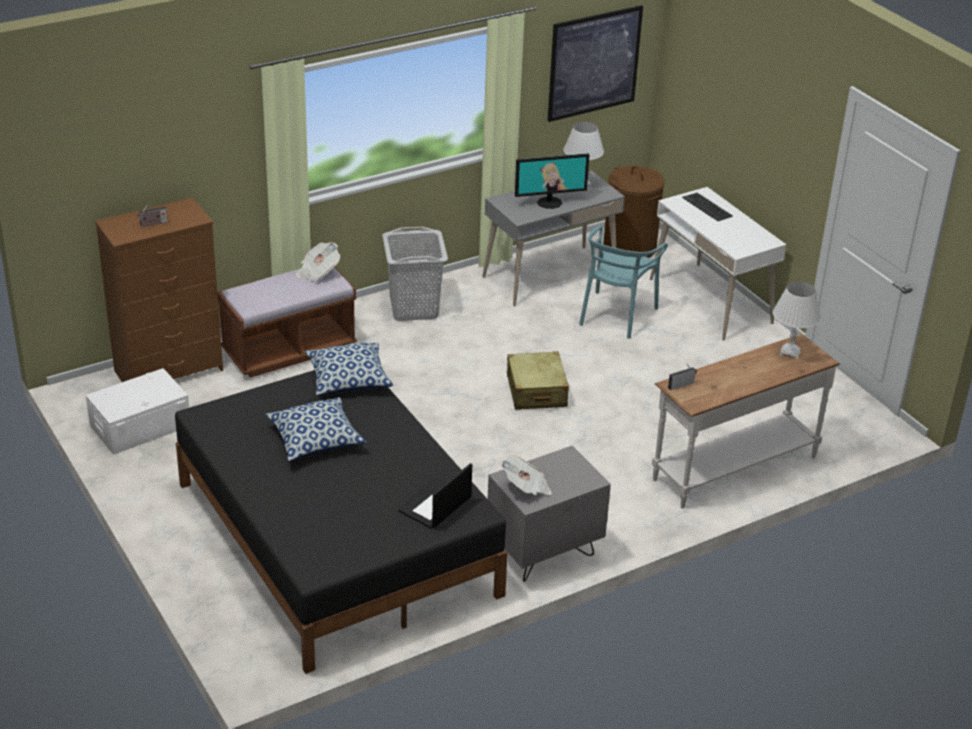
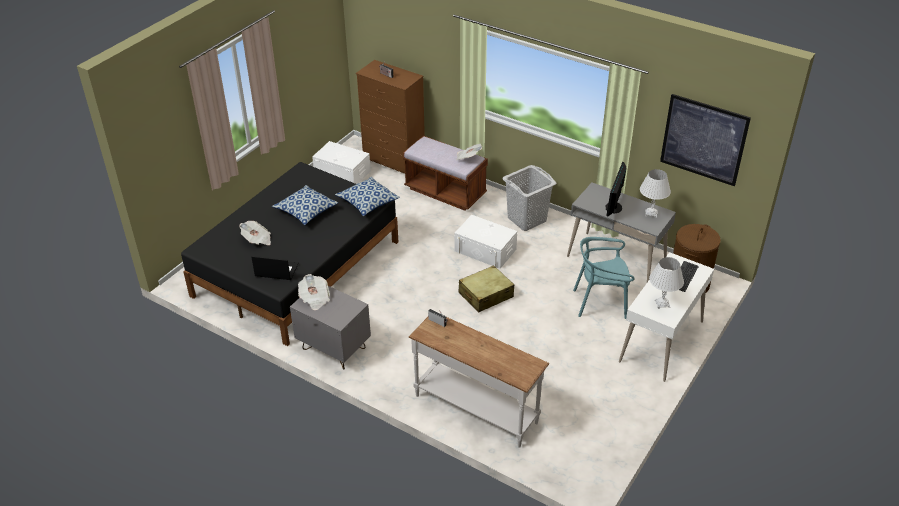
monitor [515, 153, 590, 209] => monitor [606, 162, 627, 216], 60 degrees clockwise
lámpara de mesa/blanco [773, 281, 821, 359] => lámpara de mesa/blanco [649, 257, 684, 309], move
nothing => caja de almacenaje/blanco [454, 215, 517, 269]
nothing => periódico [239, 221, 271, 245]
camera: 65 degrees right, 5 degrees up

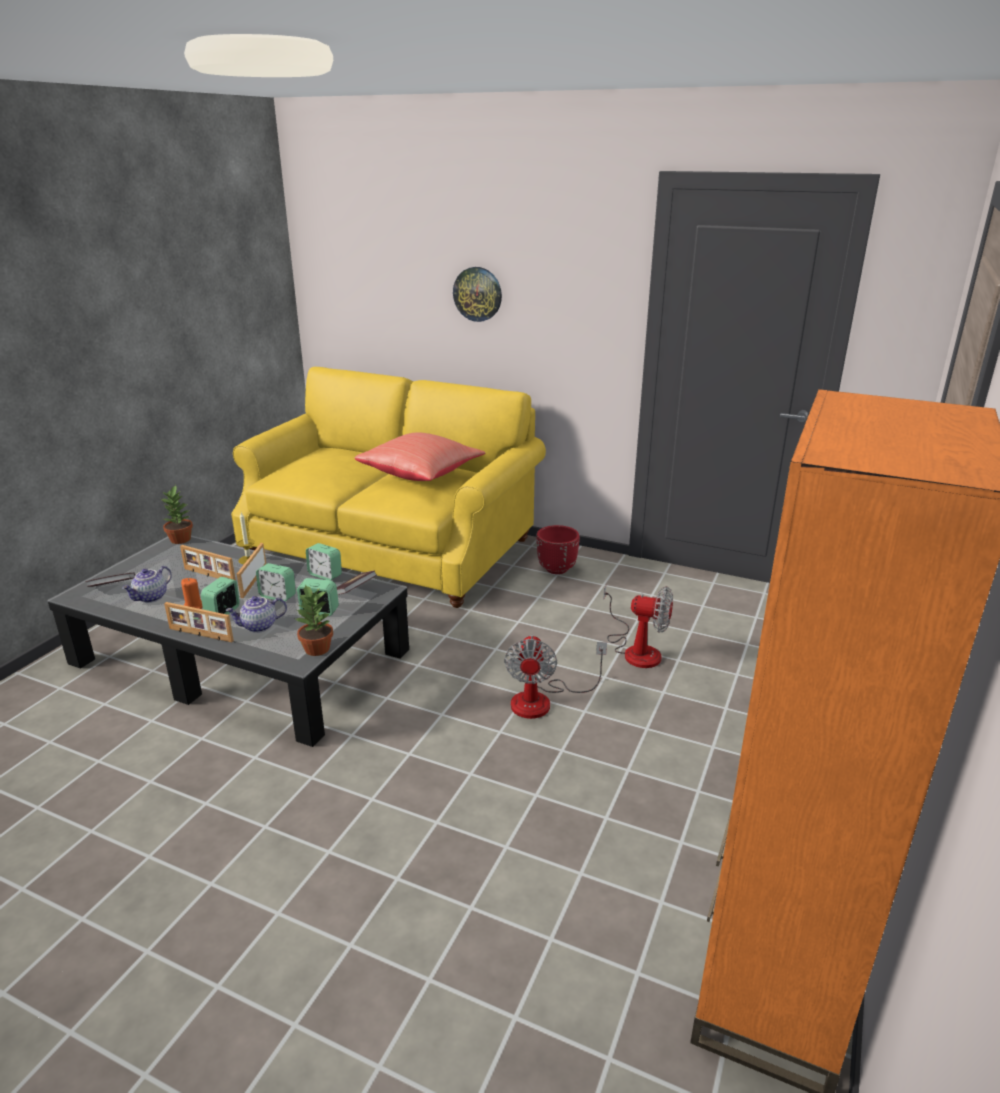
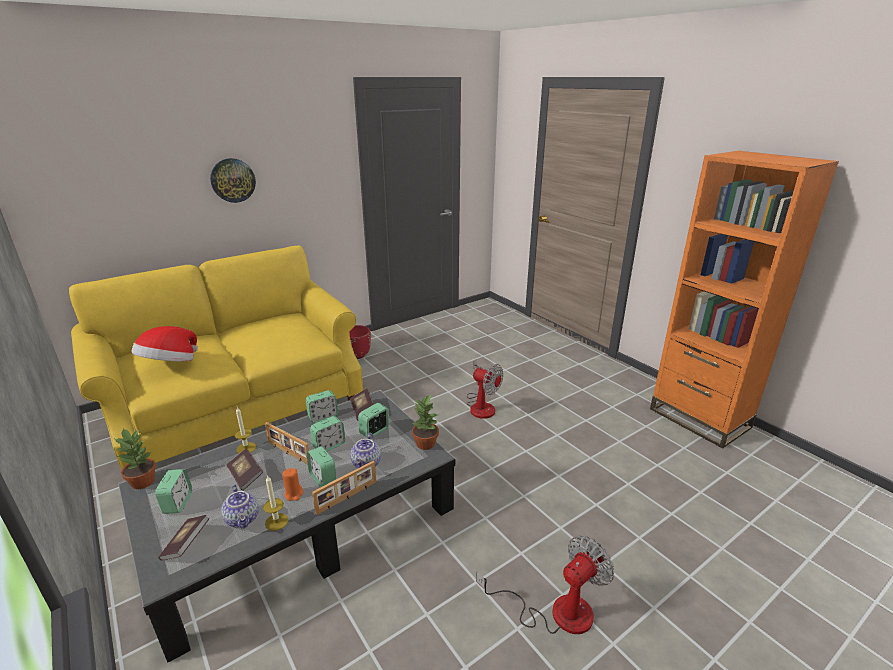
cojín/rojo [355, 432, 485, 481] => nothing
portarretratos [180, 545, 236, 580] => libro [226, 448, 263, 491]
ventilador [603, 585, 673, 668] => ventilador [476, 536, 614, 634], move
nothing => sombrero [132, 326, 198, 361]
nothing => despertador [155, 469, 192, 514]
nothing => vela [263, 475, 288, 531]
camera: 60 degrees left, 0 degrees up

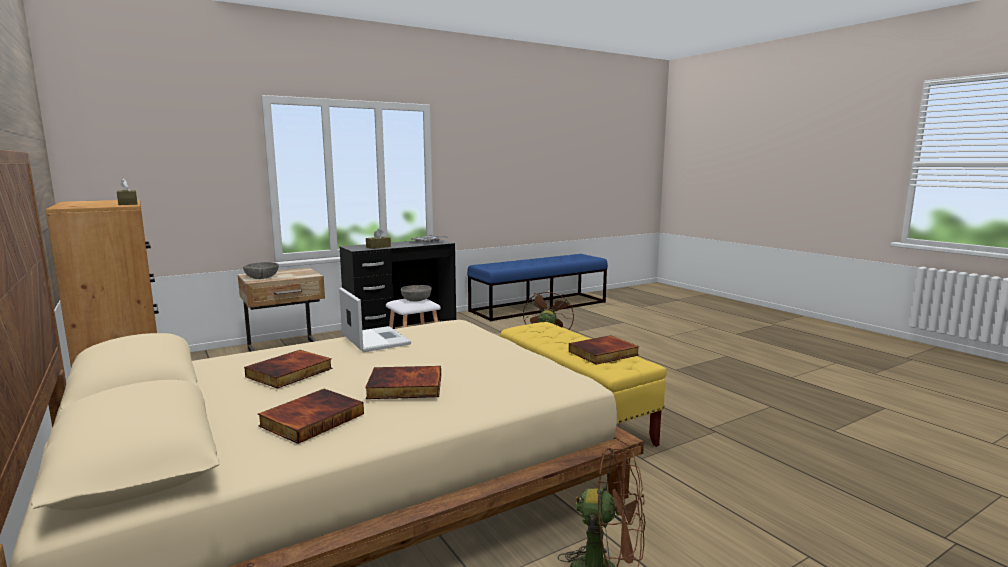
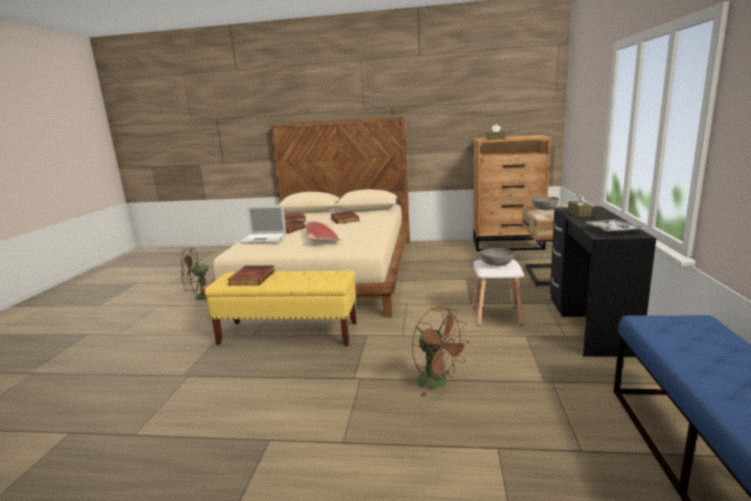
portátil [339, 288, 411, 352] => portátil [240, 206, 286, 243], move
nothing => cojín [304, 219, 342, 243]
camera: 130 degrees right, 5 degrees up

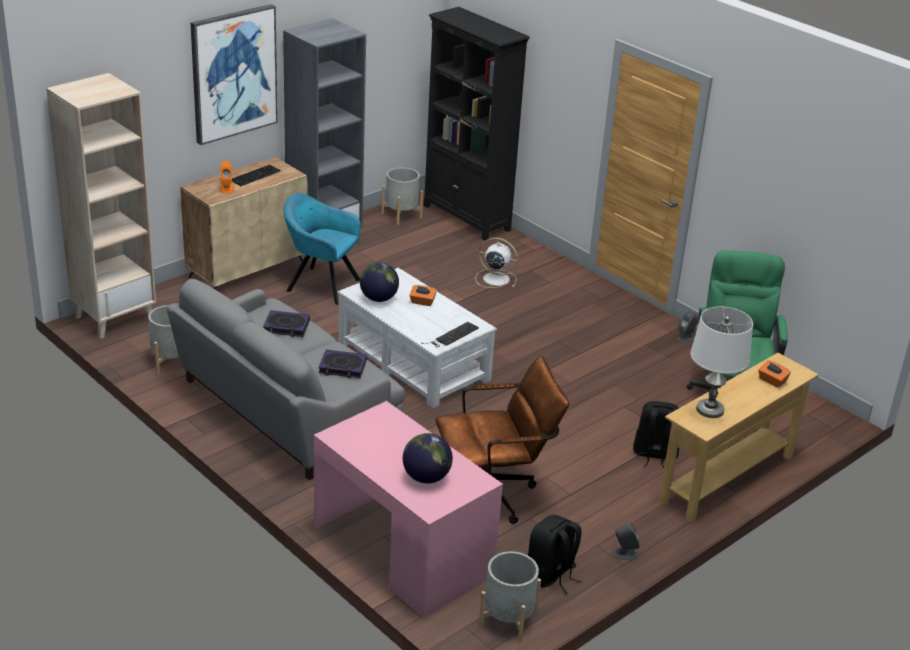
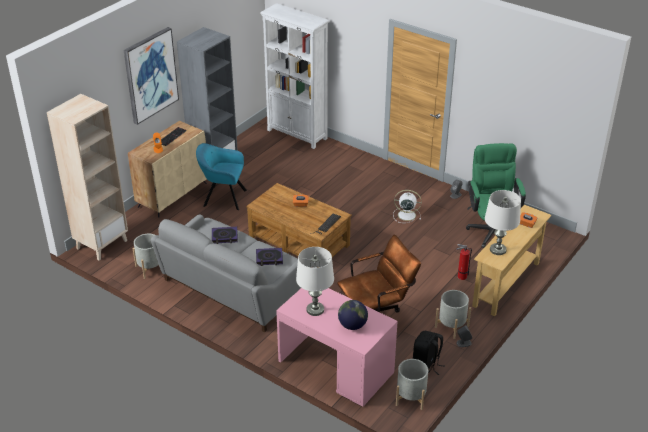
estantería/negro [424, 7, 530, 241] => estantería/blanco [260, 3, 329, 149]
maceta/gris [381, 168, 423, 225] => maceta/gris [435, 290, 471, 339], move
ventilador/blanco [475, 238, 518, 288] => ventilador/blanco [393, 190, 422, 223], move
globo terráqueo [360, 263, 399, 302] => nothing
mesa de centro/blanco [337, 268, 497, 409] => mesa de centro/marrón [246, 183, 352, 268]
mochila/negro [633, 401, 679, 468] => extintor [456, 244, 472, 280]
nothing => lámpara de mesa/blanco [296, 247, 334, 316]
camera: 10 degrees left, 5 degrees up

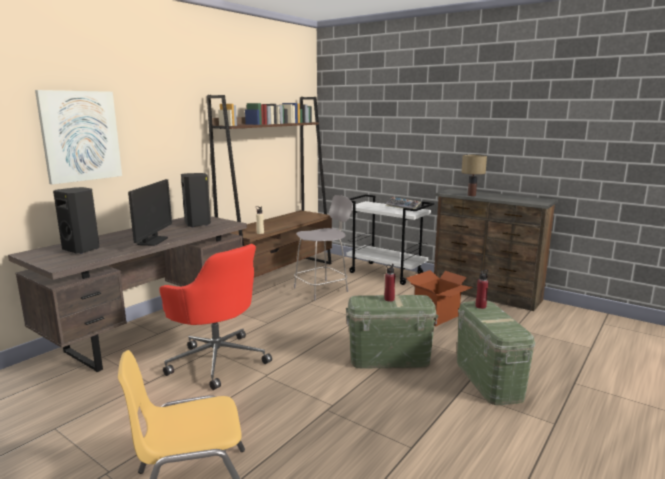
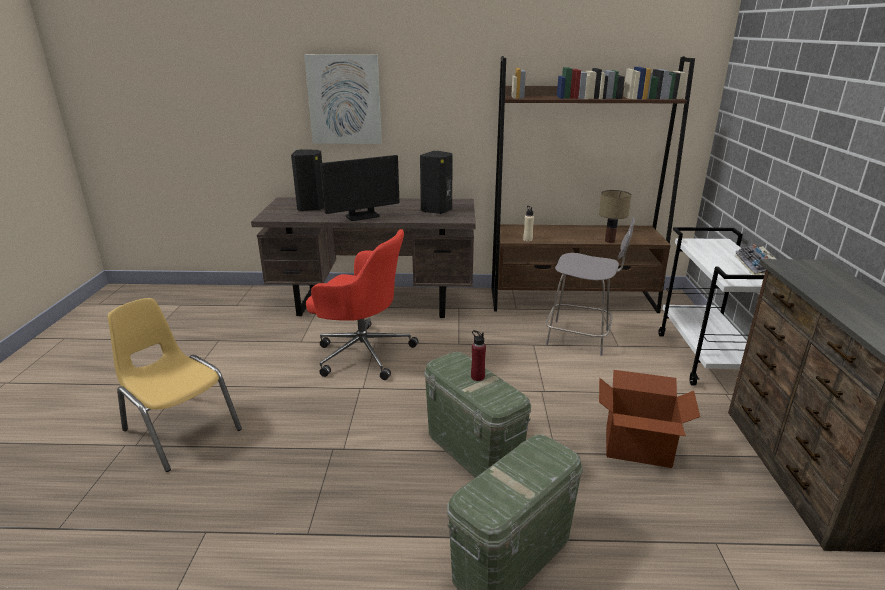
lámpara de mesa [462, 154, 487, 196] => lámpara de mesa [599, 190, 631, 243], move
silla de oficina/rojo [159, 244, 272, 390] => silla de oficina/rojo [306, 229, 419, 380], 75 degrees counterclockwise
botella/rojo [476, 269, 488, 309] => nothing
camera: 55 degrees right, 10 degrees up

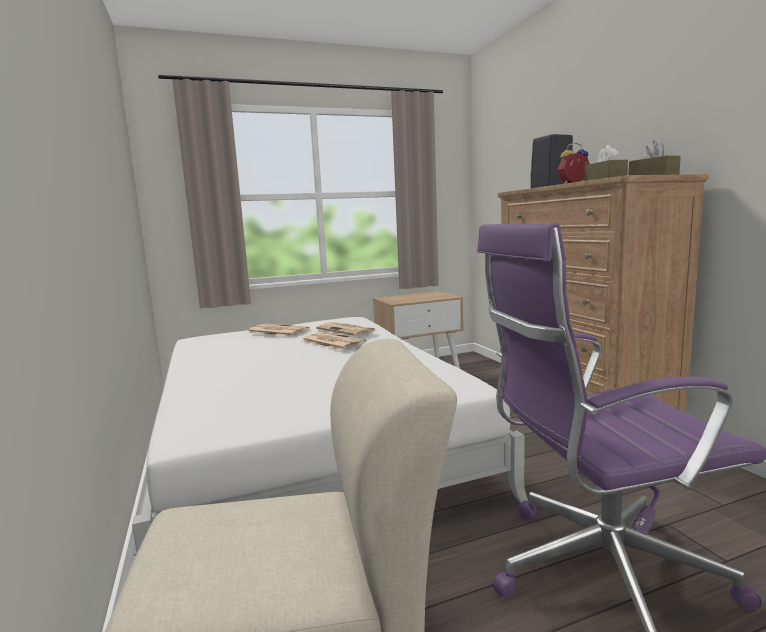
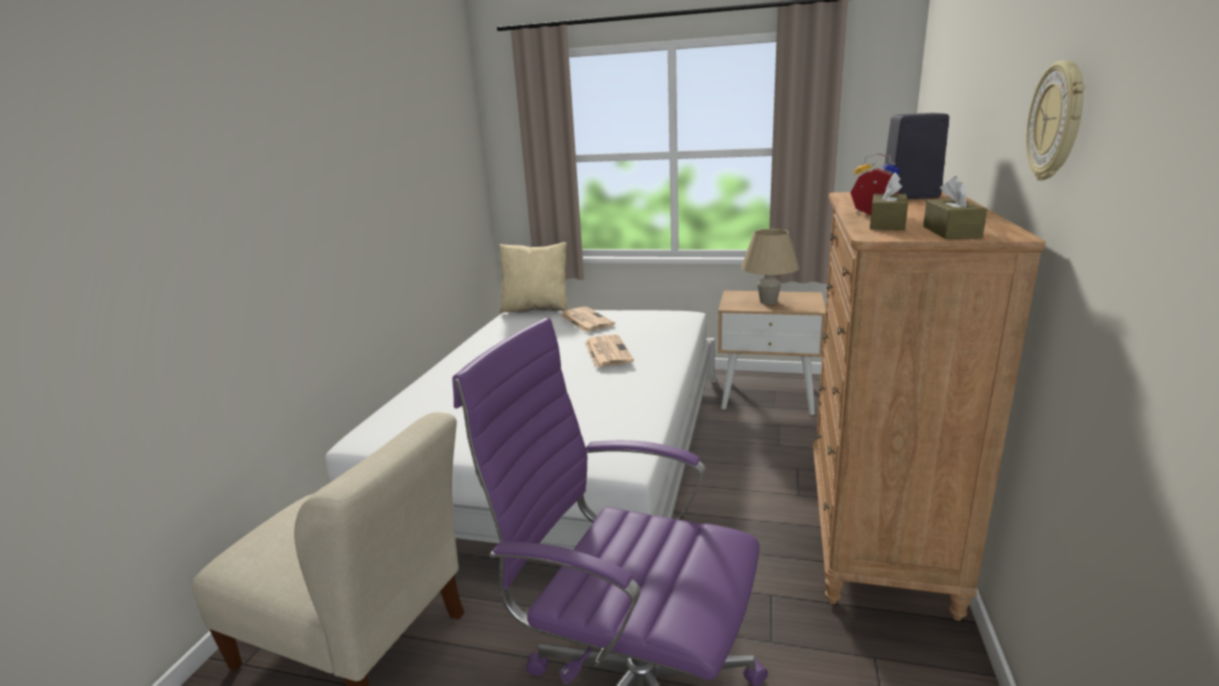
periódico [316, 322, 377, 336] => nothing
nothing => reloj de pared [1026, 60, 1085, 181]
nothing => lámpara de mesa/beis [741, 229, 799, 305]
nothing => cojín/beis [499, 242, 567, 313]
camera: 35 degrees right, 10 degrees up

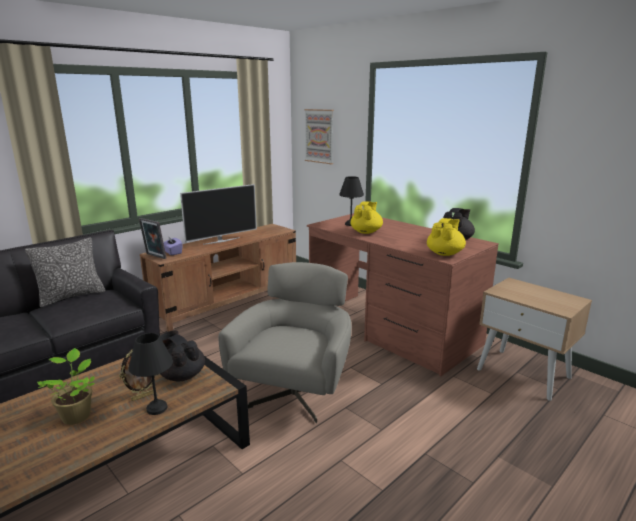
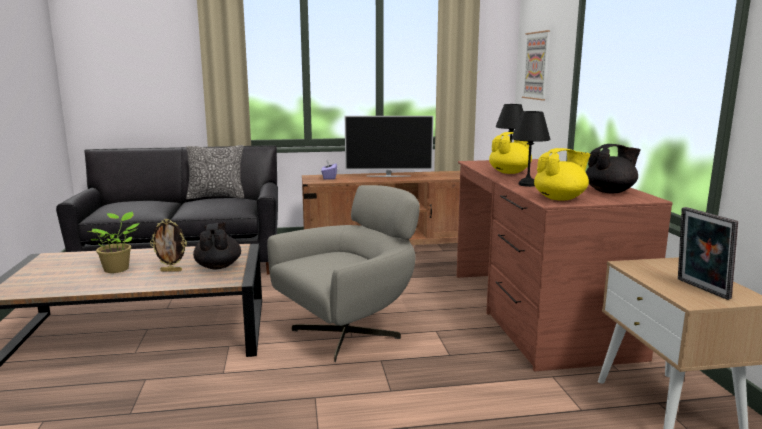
portarretratos [139, 218, 166, 259] => portarretratos [678, 207, 738, 300], move
lámpara de mesa/negro [129, 333, 173, 415] => lámpara de mesa/negro [512, 111, 550, 187], move
camera: 35 degrees right, 5 degrees down

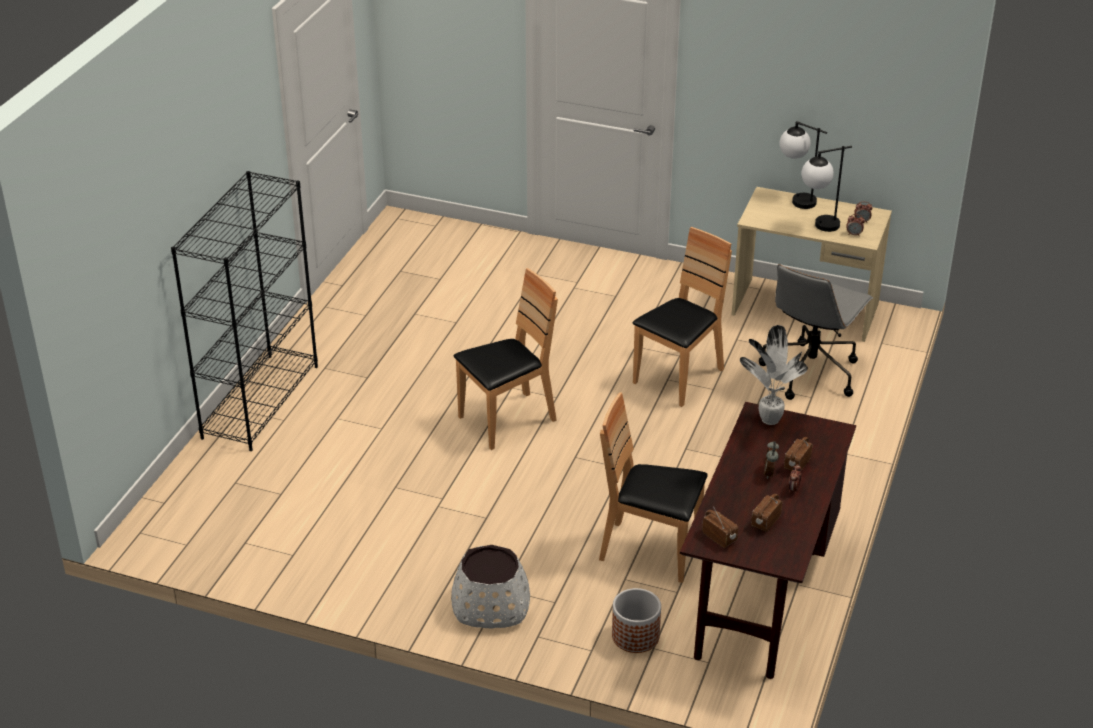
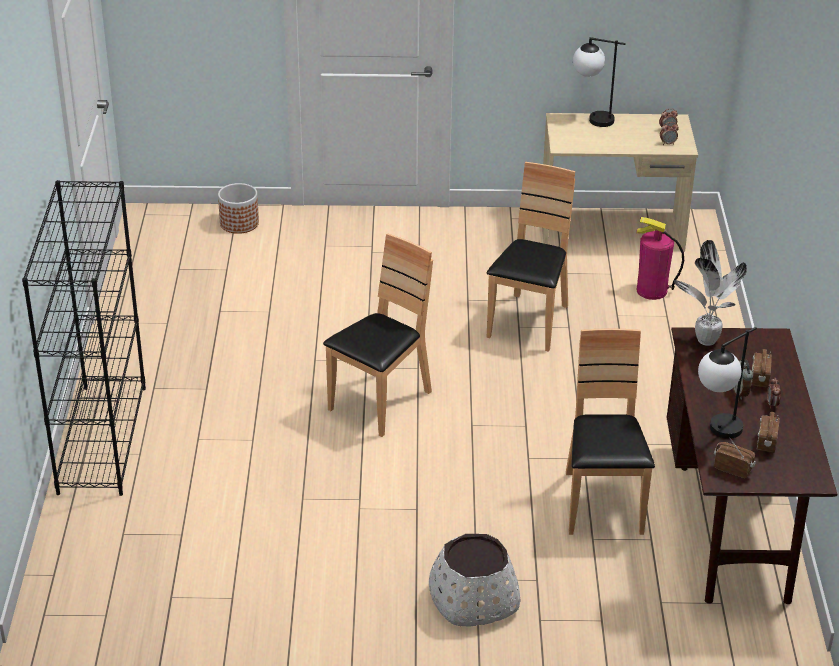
lámpara de mesa [801, 146, 852, 232] => lámpara de mesa [698, 327, 757, 439], move
silla de oficina/gris [759, 264, 873, 400] => extintor [636, 217, 684, 300]
silla/marrón [599, 393, 708, 583] => silla/marrón [566, 328, 655, 535], 90 degrees clockwise
maceta [612, 588, 661, 653] => maceta [218, 183, 259, 234], move
camera: 20 degrees left, 0 degrees up

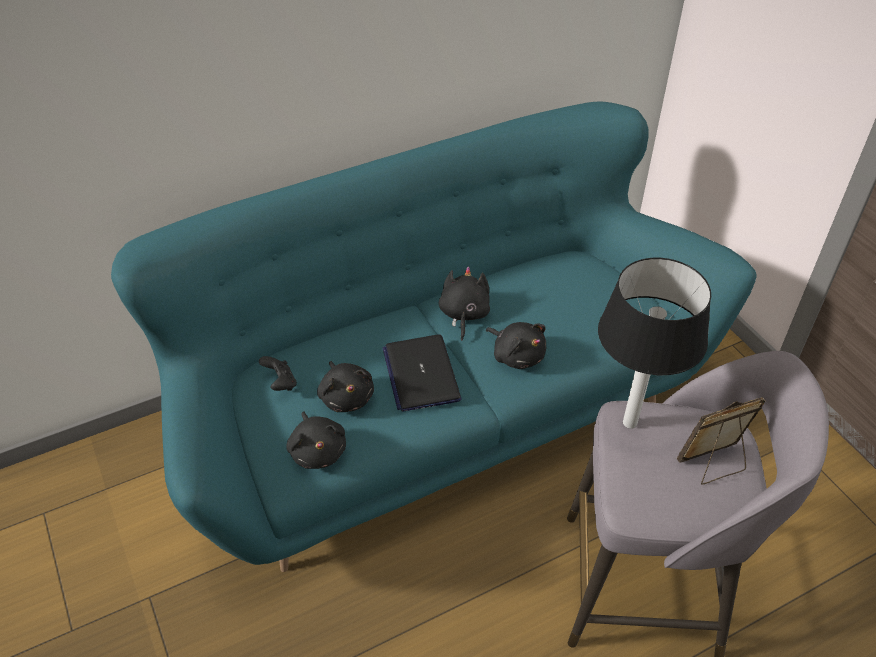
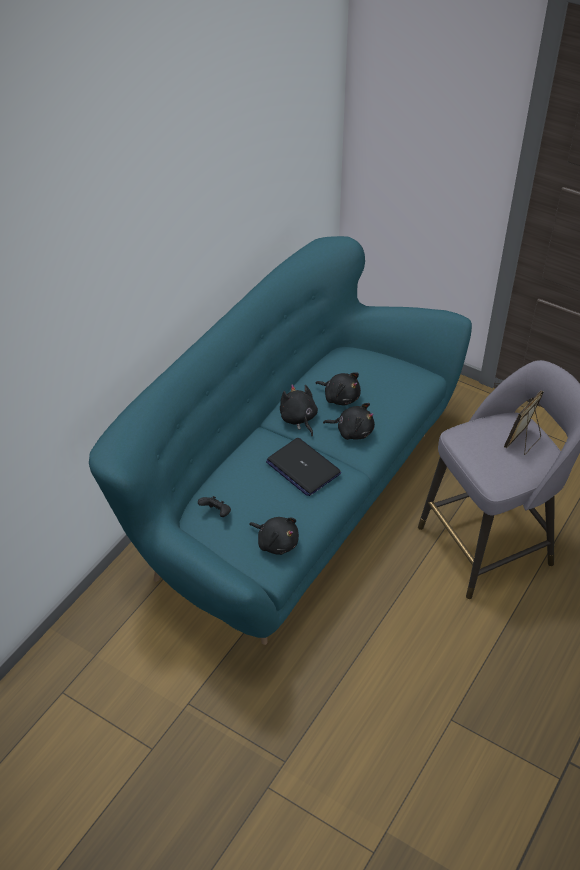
lámpara de mesa [598, 258, 711, 429] => nothing
peluche/negro [317, 361, 374, 412] => peluche/negro [315, 372, 361, 405], move
camera: 30 degrees left, 0 degrees up

